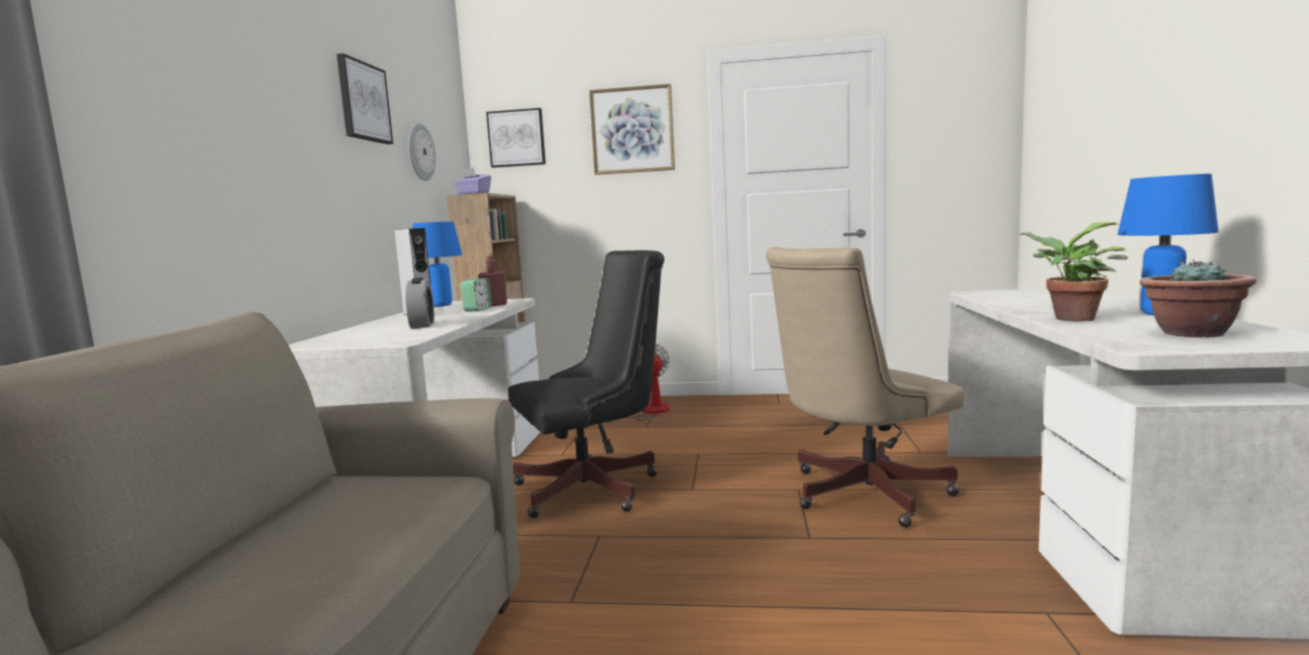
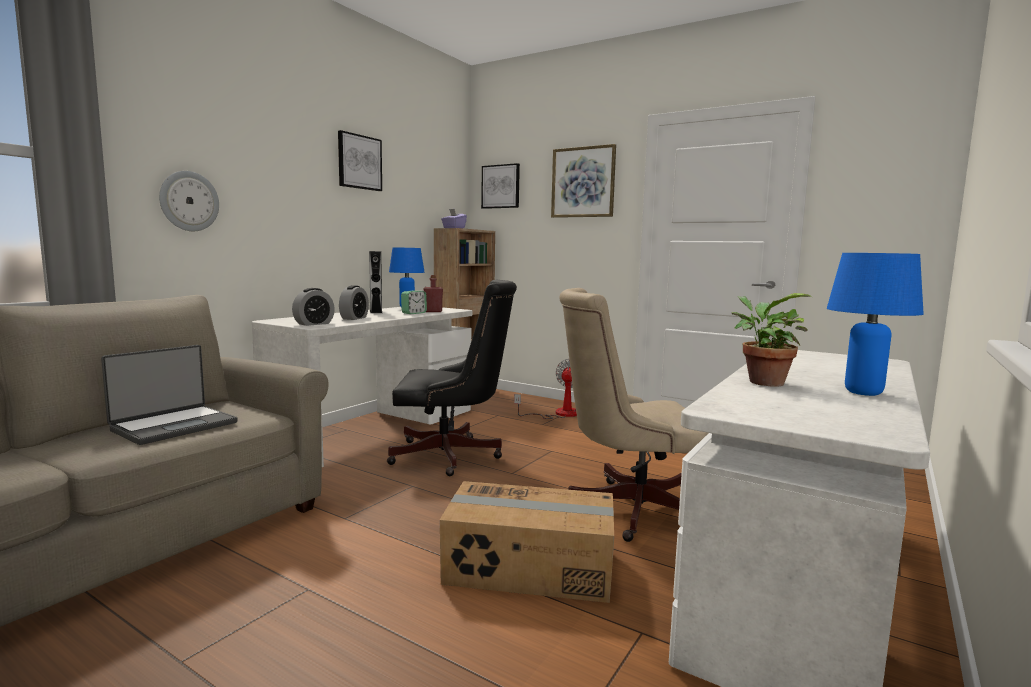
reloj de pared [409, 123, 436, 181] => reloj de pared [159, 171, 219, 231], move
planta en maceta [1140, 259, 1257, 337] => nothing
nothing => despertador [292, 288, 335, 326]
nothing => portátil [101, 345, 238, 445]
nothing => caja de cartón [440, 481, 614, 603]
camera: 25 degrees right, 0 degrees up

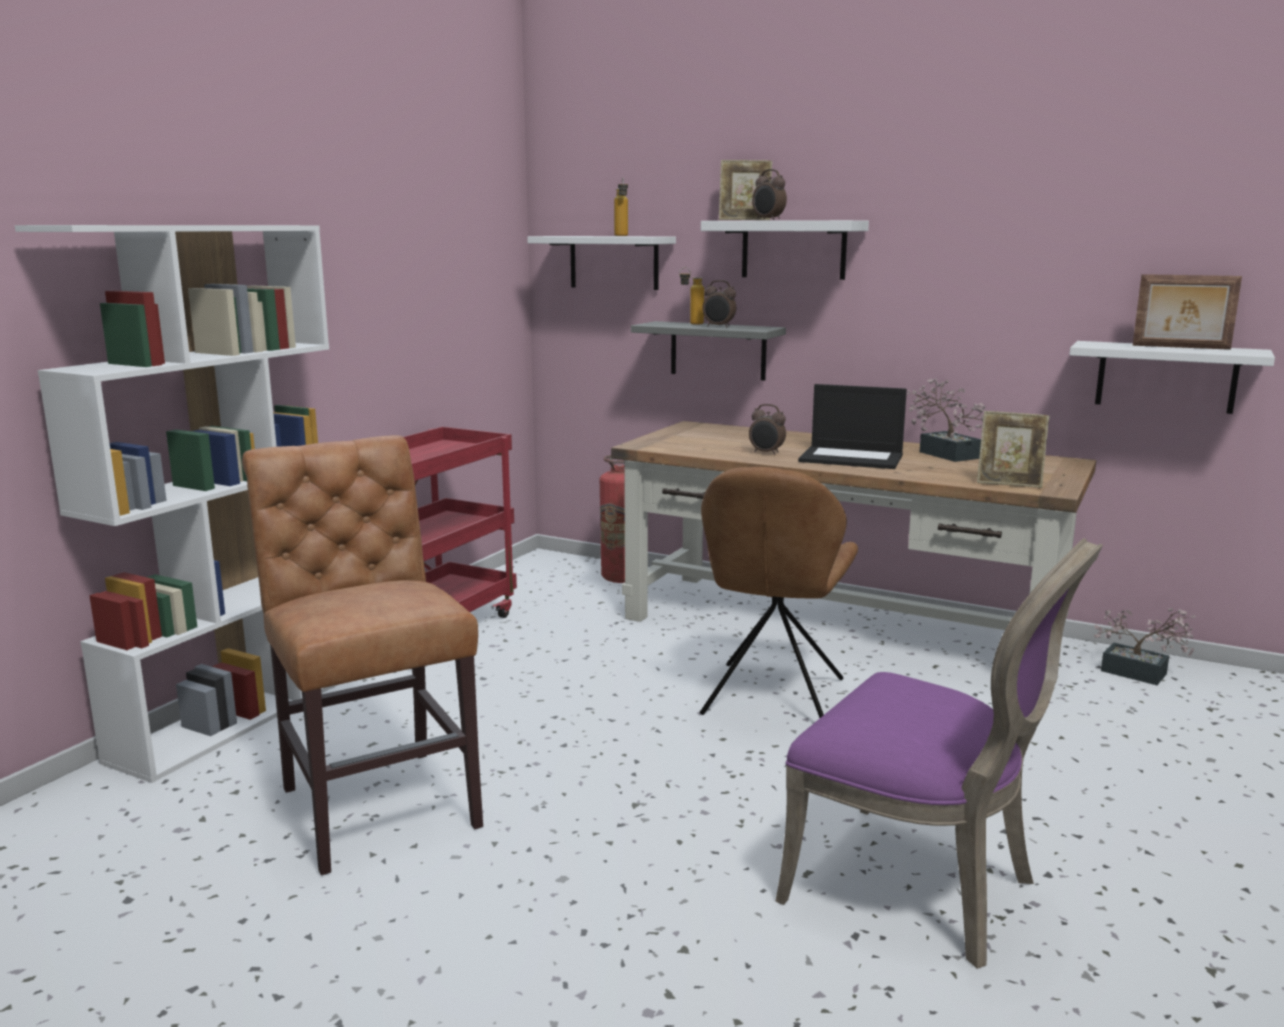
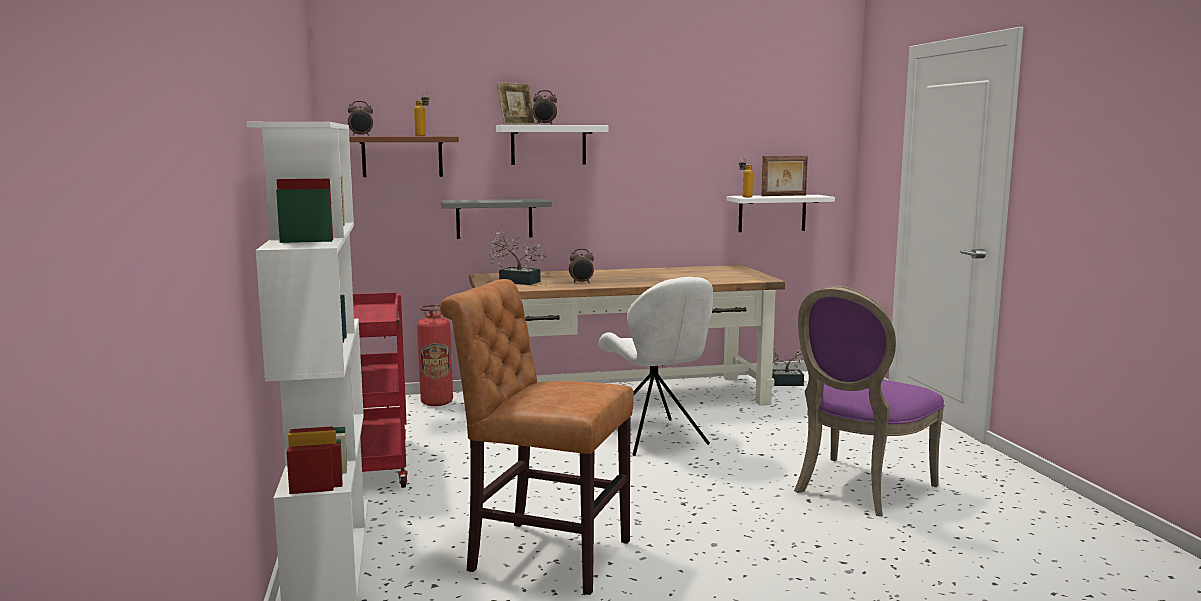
estante/blanco [527, 236, 676, 290] => estante/marrón [349, 136, 459, 177]
botella [679, 267, 704, 324] => botella [739, 159, 753, 197], move
despertador [702, 280, 736, 328] => despertador [348, 101, 373, 136], move
planta en maceta [907, 378, 985, 462] => planta en maceta [487, 231, 547, 285], move
portátil [798, 384, 907, 469] => nothing
portarretratos [977, 411, 1049, 488] => nothing
silla/marrón [700, 467, 858, 718] => silla/blanco [599, 277, 713, 456]
silla/morado [775, 538, 1103, 969] => silla/morado [794, 286, 945, 516], 135 degrees clockwise
camera: 40 degrees left, 5 degrees down

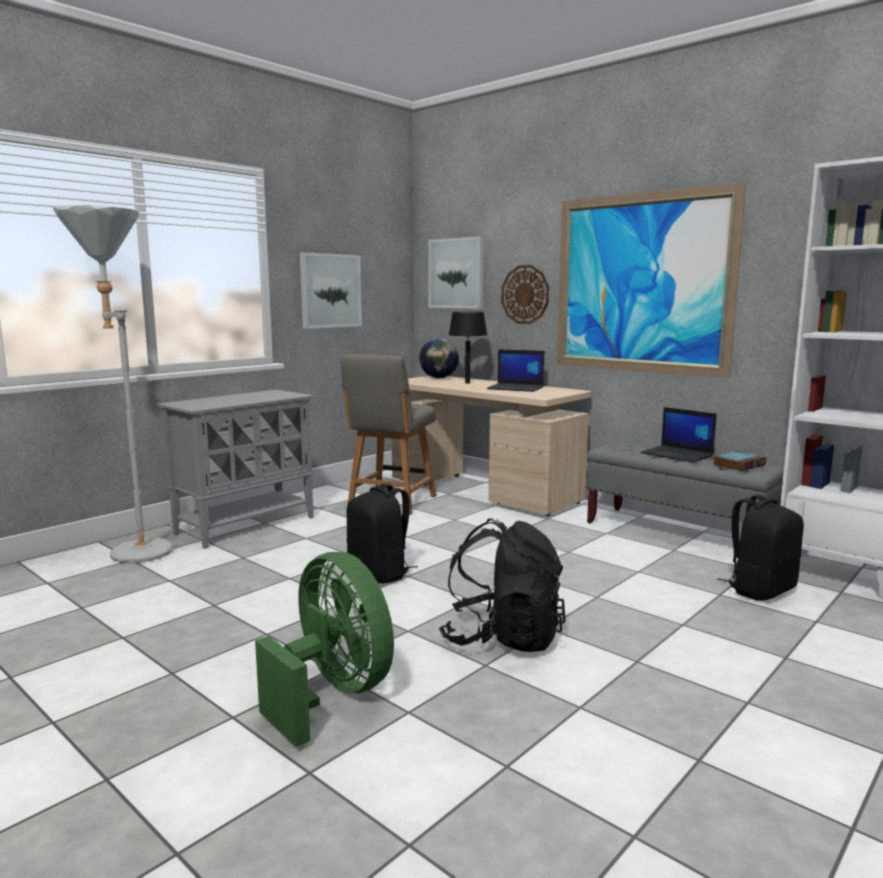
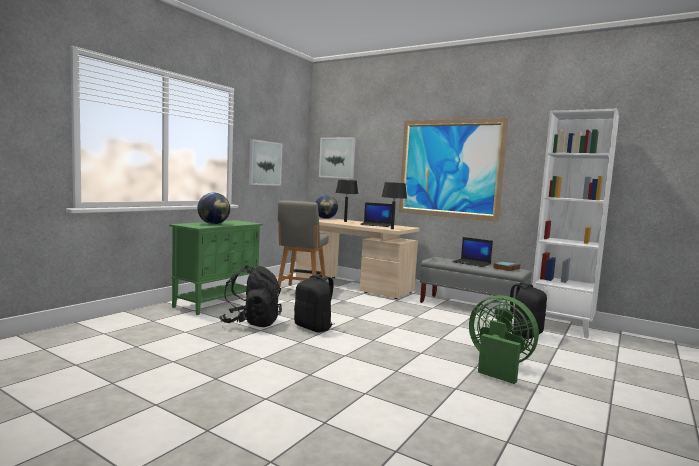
lámpara de pie/gris [53, 205, 174, 564] => nothing
reloj de pared [501, 265, 549, 324] => nothing
armario/gris [157, 390, 314, 549] => armario/verde [169, 220, 263, 315]
mochila/negro [439, 519, 566, 652] => mochila/negro [219, 265, 282, 327], move
ventilador/verde [255, 552, 394, 747] => ventilador/verde [469, 295, 539, 384], move
nothing => lámpara de mesa/negro [382, 182, 407, 229]
nothing => globo terráqueo [197, 193, 230, 224]
camera: 10 degrees left, 5 degrees down

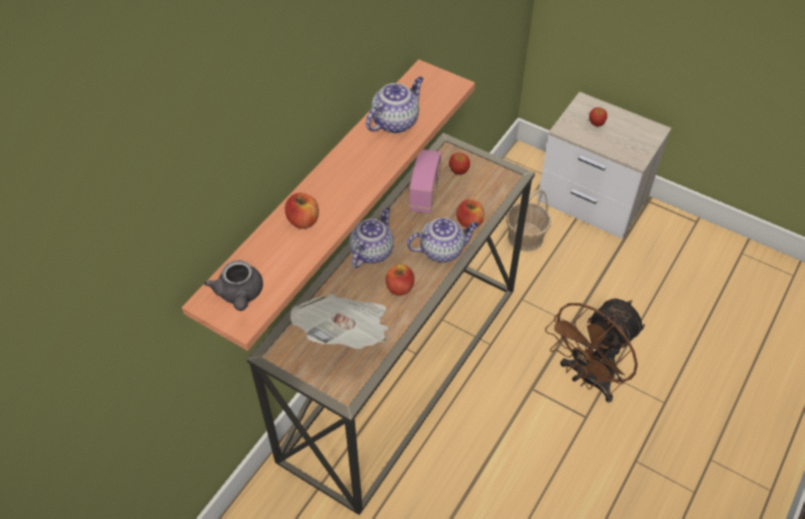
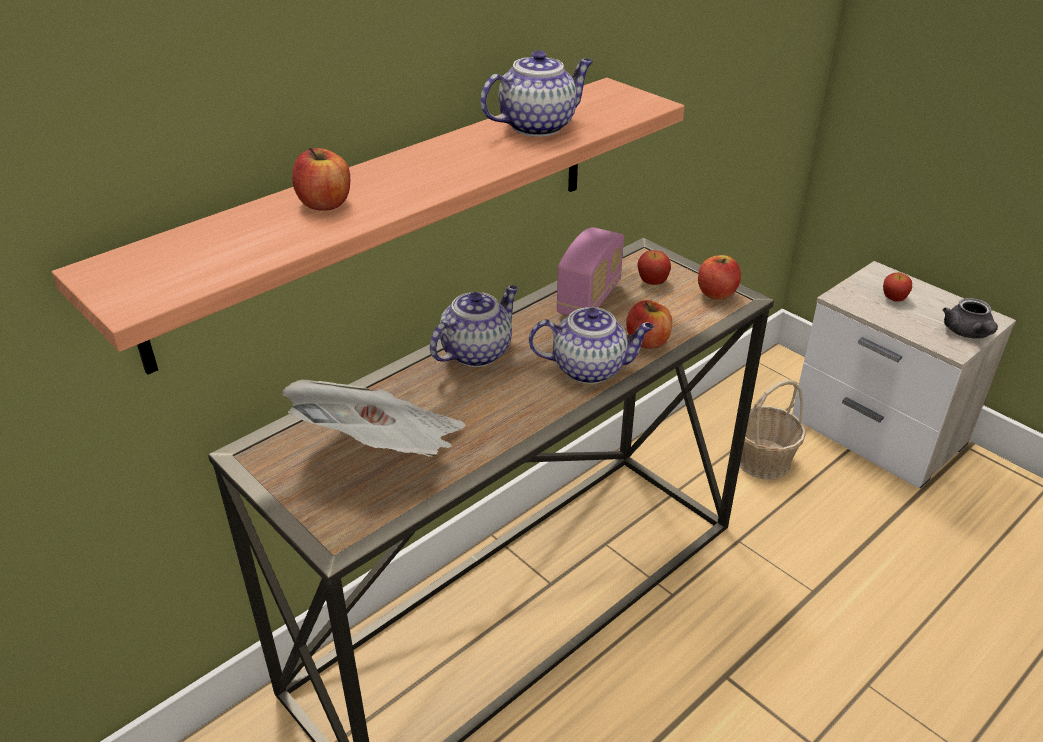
tetera/gris [204, 260, 263, 311] => tetera/gris [943, 298, 998, 339], move
manzana [386, 264, 415, 296] => manzana [698, 255, 741, 300], move
ventilador/marrón [545, 299, 645, 402] => nothing
camera: 15 degrees right, 15 degrees down

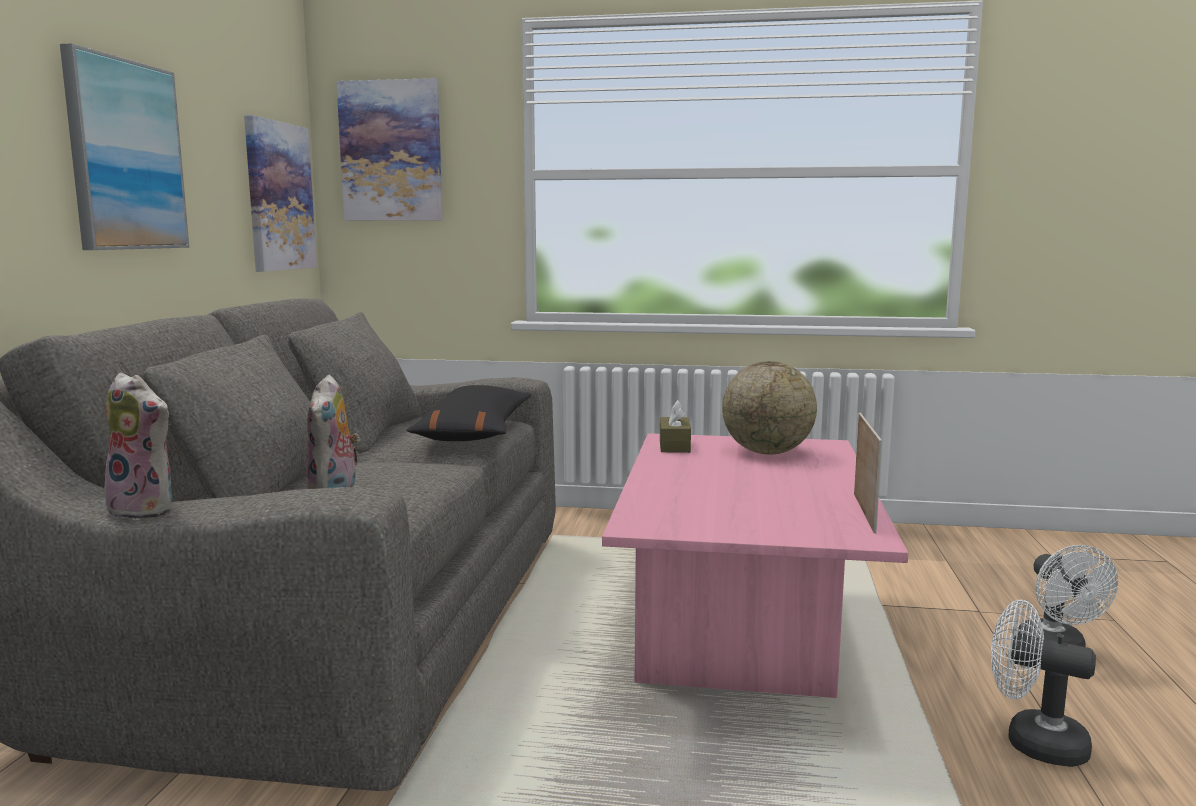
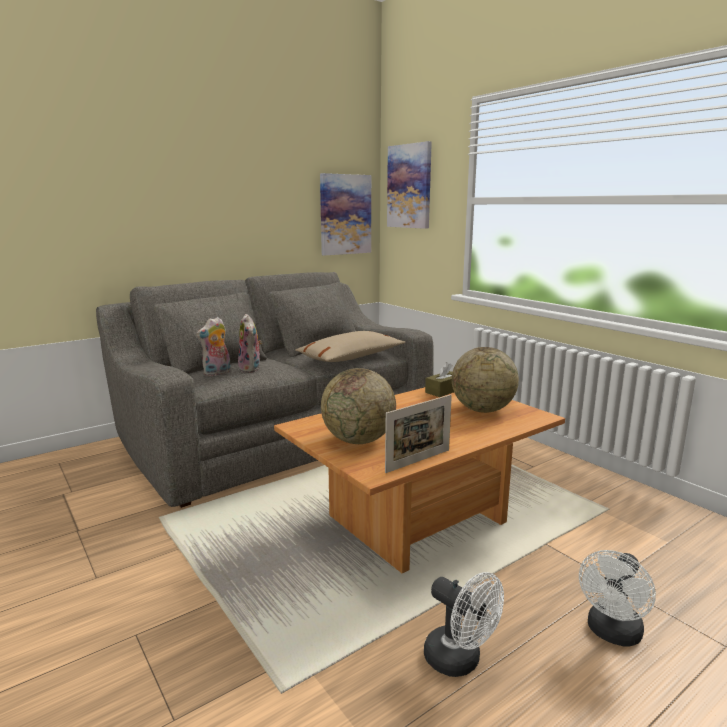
cuadro [60, 43, 189, 250] => nothing
peluche [99, 373, 172, 520] => peluche [237, 314, 262, 373], move
cojín/negro [407, 385, 531, 441] => cojín/beis [295, 331, 405, 362]
mesa de centro/rosa [602, 433, 908, 698] => mesa de centro/marrón [274, 387, 565, 573]
ventilador/blanco [991, 600, 1096, 767] => ventilador/blanco [424, 572, 504, 677], 150 degrees clockwise
nothing => globo terráqueo [321, 368, 396, 444]
camera: 45 degrees right, 5 degrees up

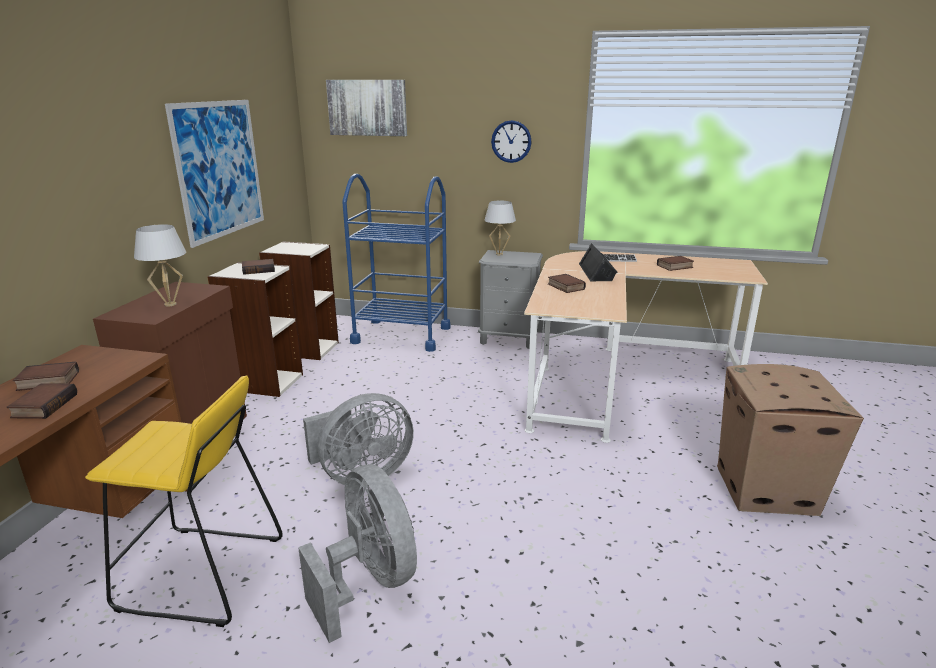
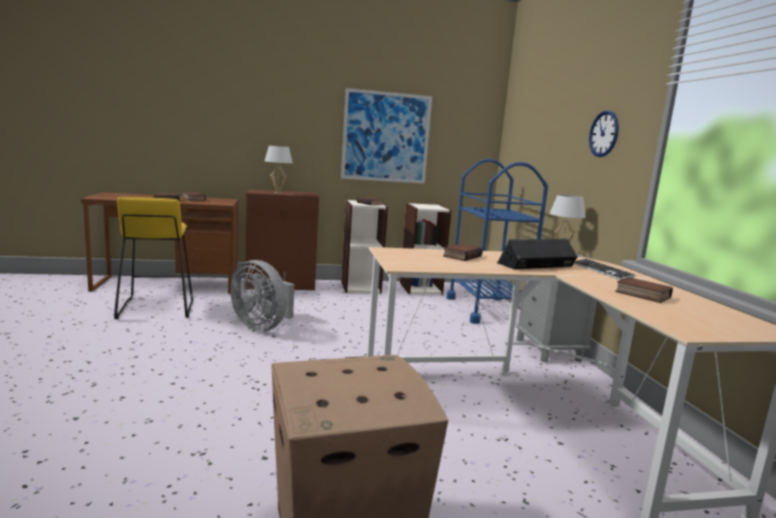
cuadro [326, 80, 407, 136] => nothing
ventilador/gris [298, 464, 417, 643] => nothing
camera: 65 degrees right, 10 degrees down

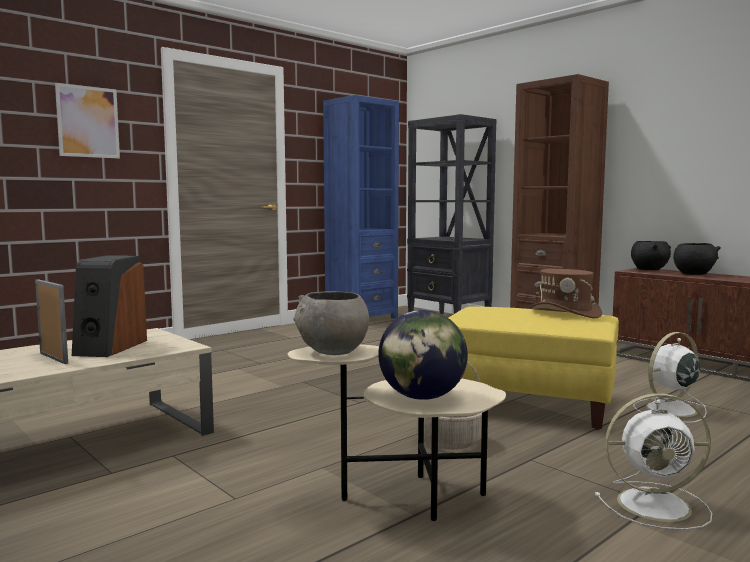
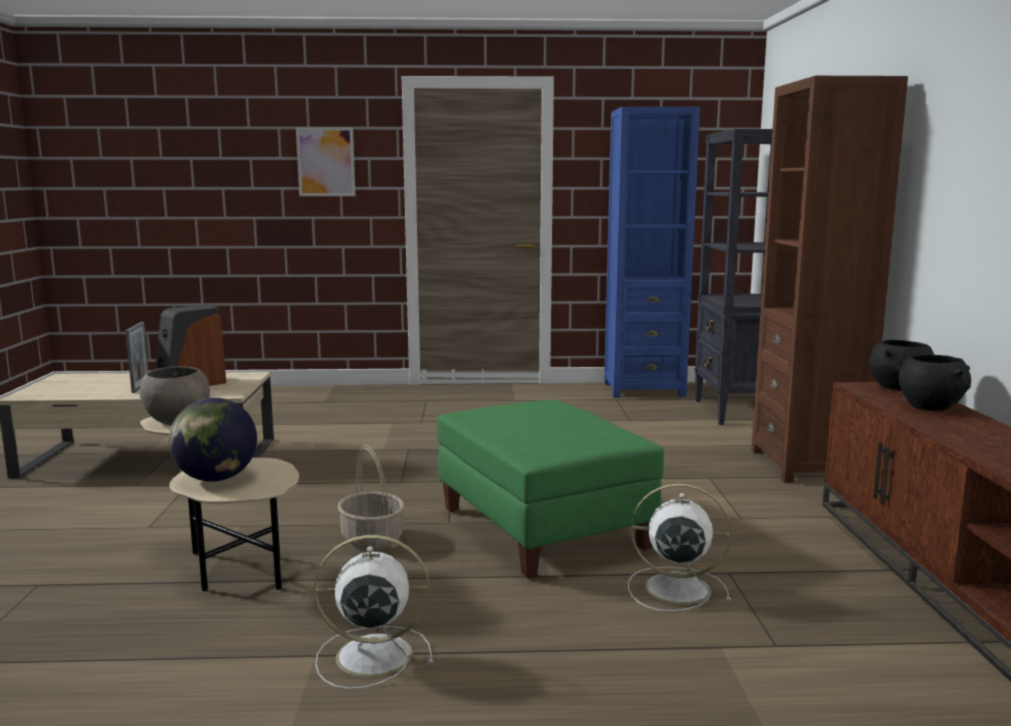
sombrero/marrón [530, 269, 602, 318] => nothing
puf/amarillo [449, 306, 619, 430] => puf/verde [437, 400, 664, 578]
ventilador/blanco [595, 393, 712, 530] => ventilador/blanco [314, 535, 433, 690], 135 degrees clockwise
camera: 40 degrees right, 5 degrees up

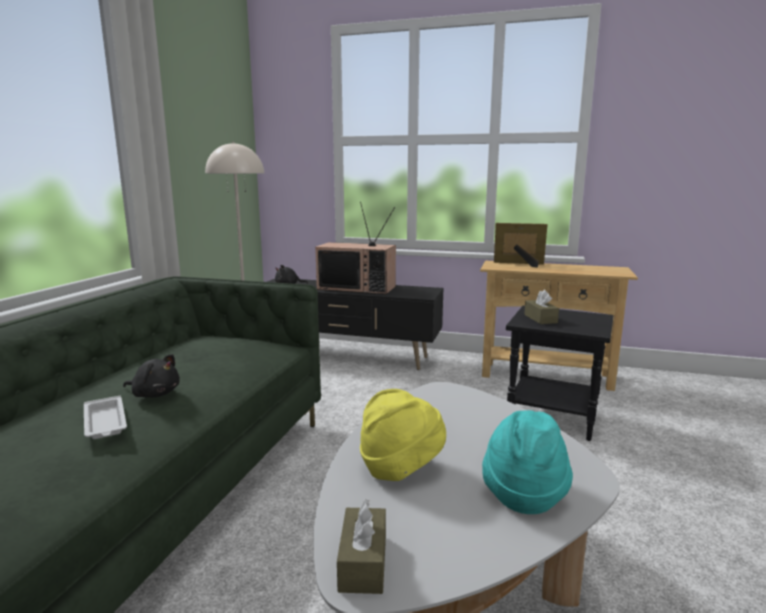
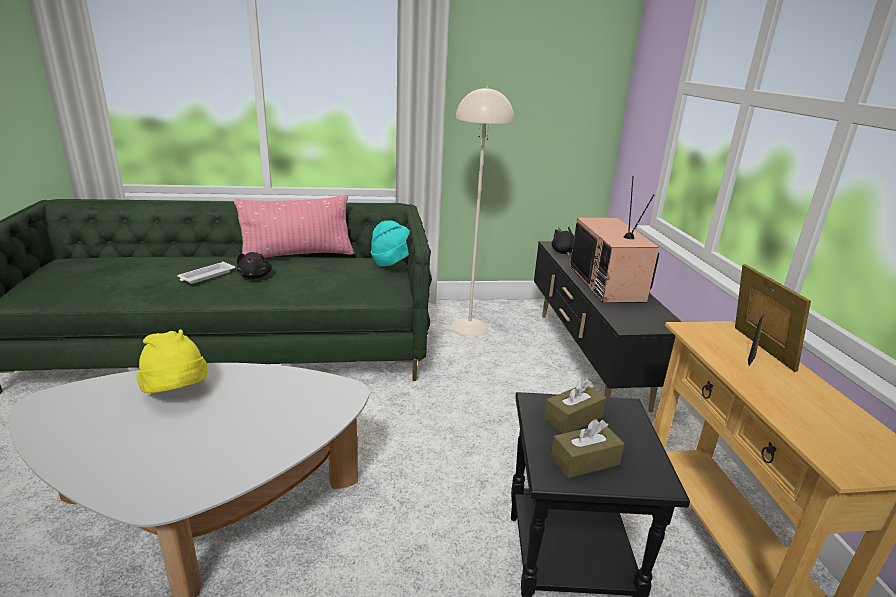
sombrero/turquesa [482, 410, 573, 514] => sombrero/turquesa [371, 220, 410, 266], move
caja de pañuelos/marrón [337, 499, 386, 594] => caja de pañuelos/marrón [551, 419, 625, 478], move
nothing => cojín/rosa [234, 194, 354, 258]
camera: 65 degrees right, 10 degrees up

